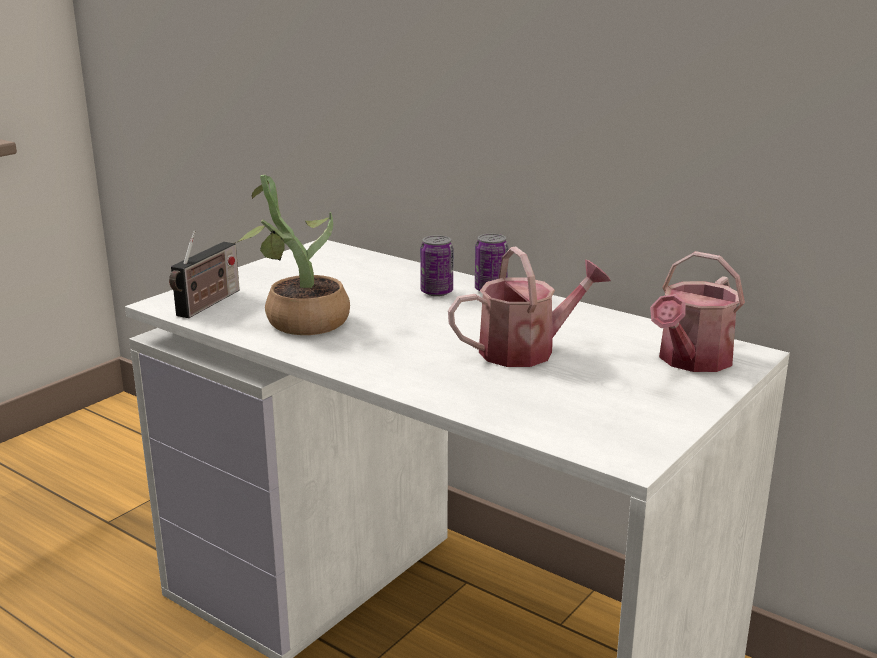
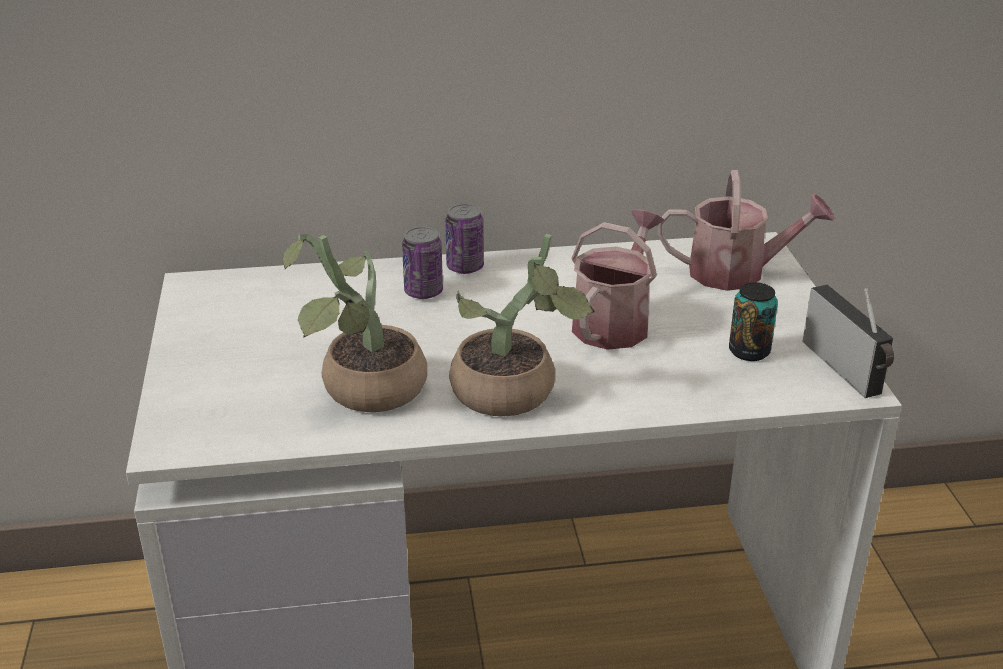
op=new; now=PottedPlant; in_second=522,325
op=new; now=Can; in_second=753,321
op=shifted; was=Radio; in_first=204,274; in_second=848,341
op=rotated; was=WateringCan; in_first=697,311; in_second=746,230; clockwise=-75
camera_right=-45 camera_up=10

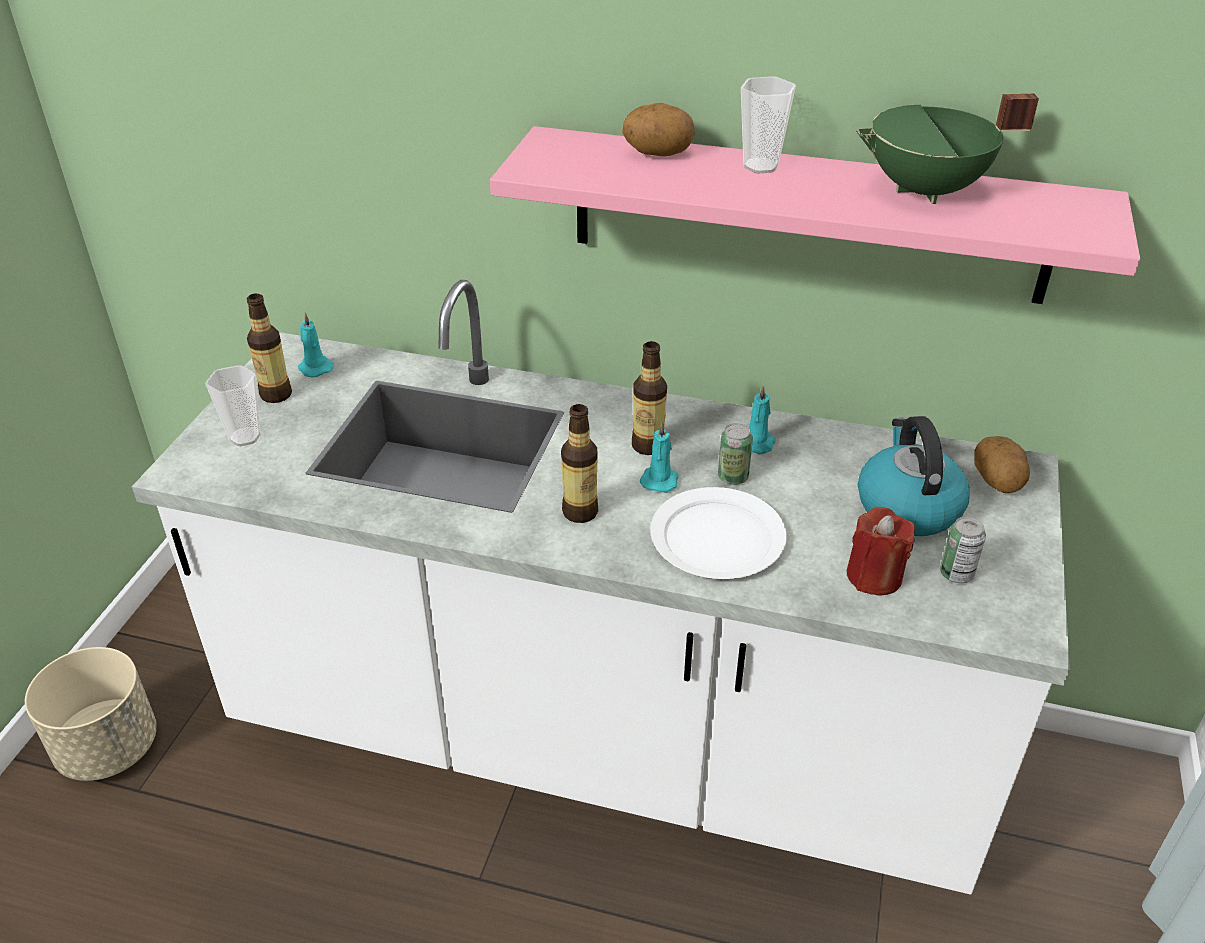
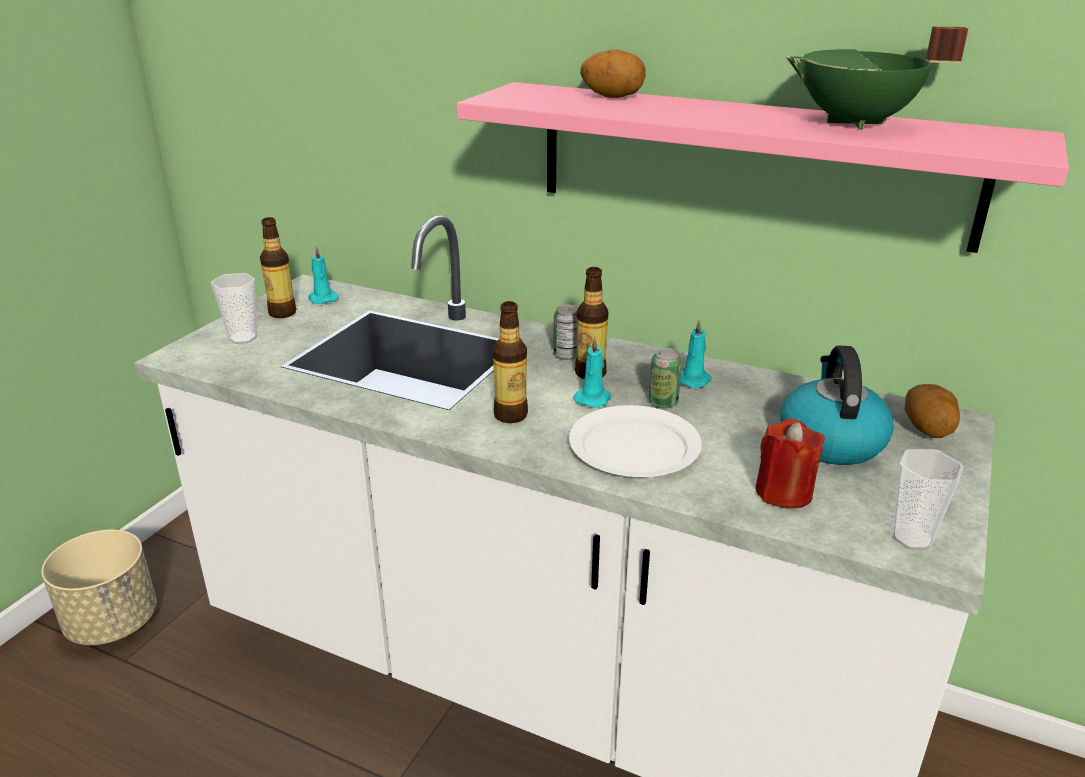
op=shifted; was=Cup; in_first=768,124; in_second=928,499
op=shifted; was=Can; in_first=963,550; in_second=565,332
camera_right=10 camera_up=-10

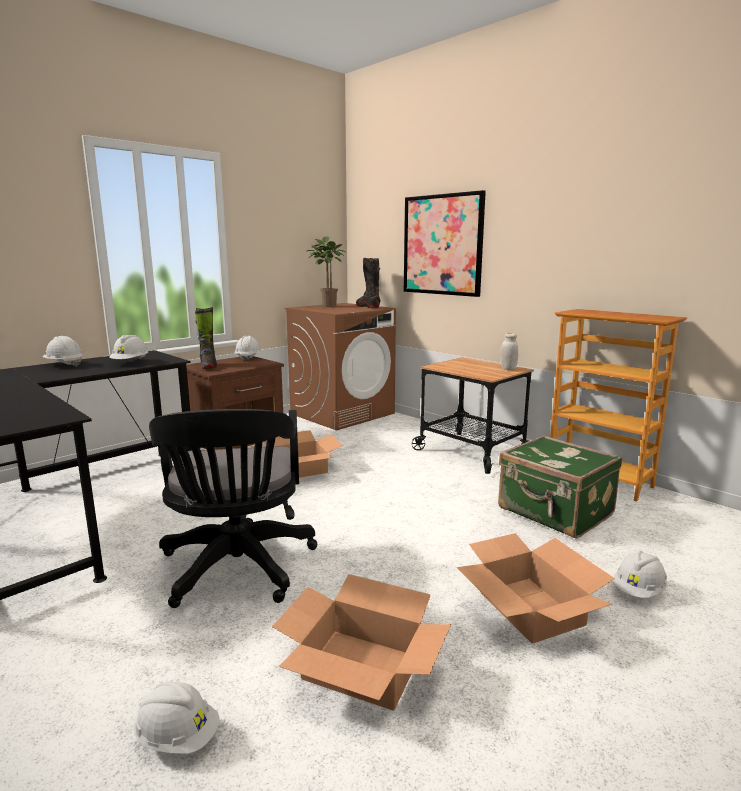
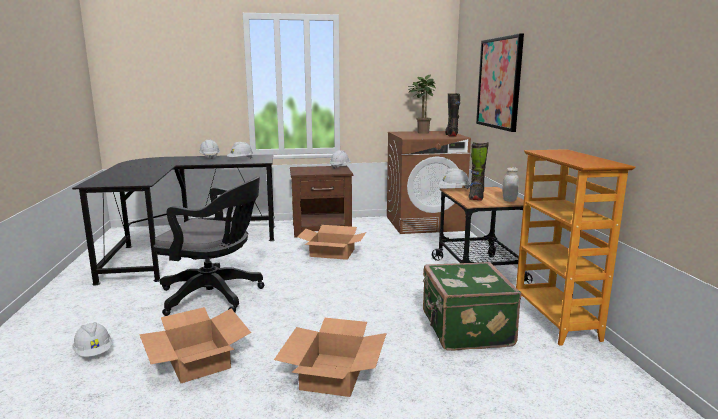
op=shifted; was=BlackBoot; in_first=206,338; in_second=479,171
op=shifted; was=WhiteHardHat; in_first=640,574; in_second=454,178
op=rotated; was=BlackOfficeChair; in_first=233,508; in_second=208,246; clockwise=-105
camera_right=35 camera_up=0

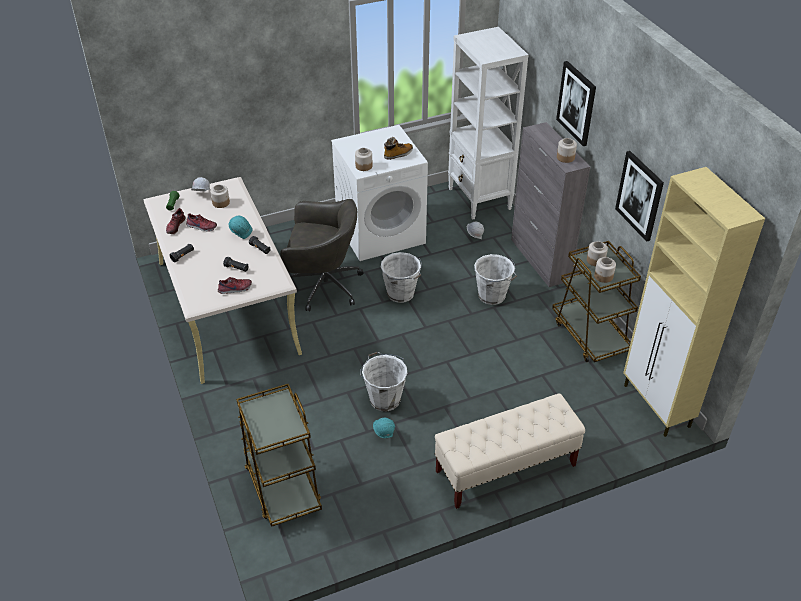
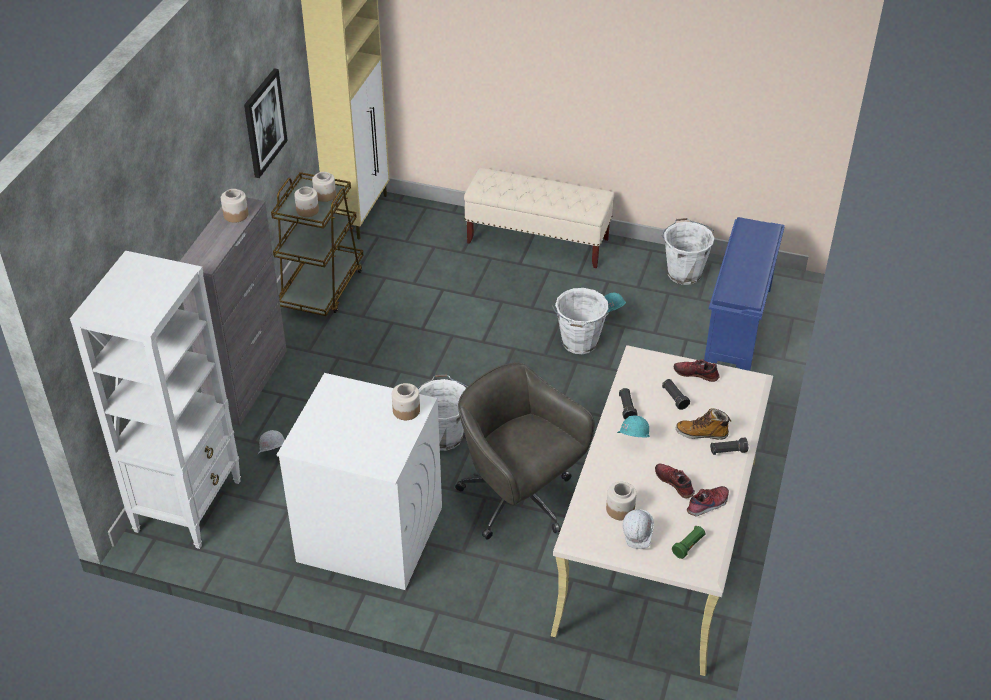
op=gone; was=Picture; in_first=576,103
op=shifted; was=Boot; in_first=398,148; in_second=704,424
op=shifted; was=WhiteBucket; in_first=495,279; in_second=687,251
op=swapped; was=BrownCart; now=BlueShoeRack; in_first=279,455; in_second=744,294
camera_right=-140 camera_up=0

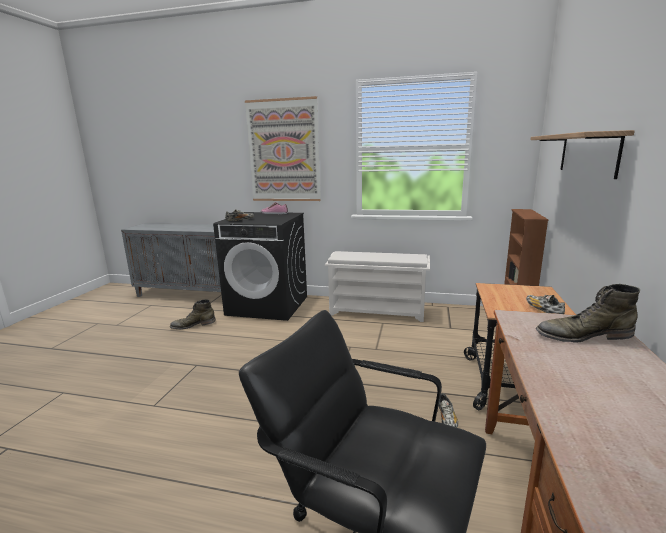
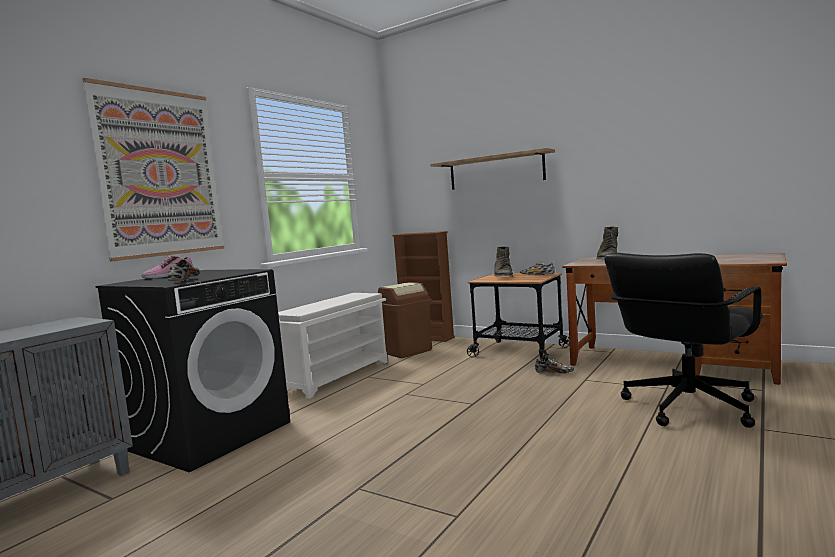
op=new; now=BrownTrashCan; in_second=405,320
op=shifted; was=GreenBoot; in_first=193,314; in_second=503,261
camera_right=-70 camera_up=-10

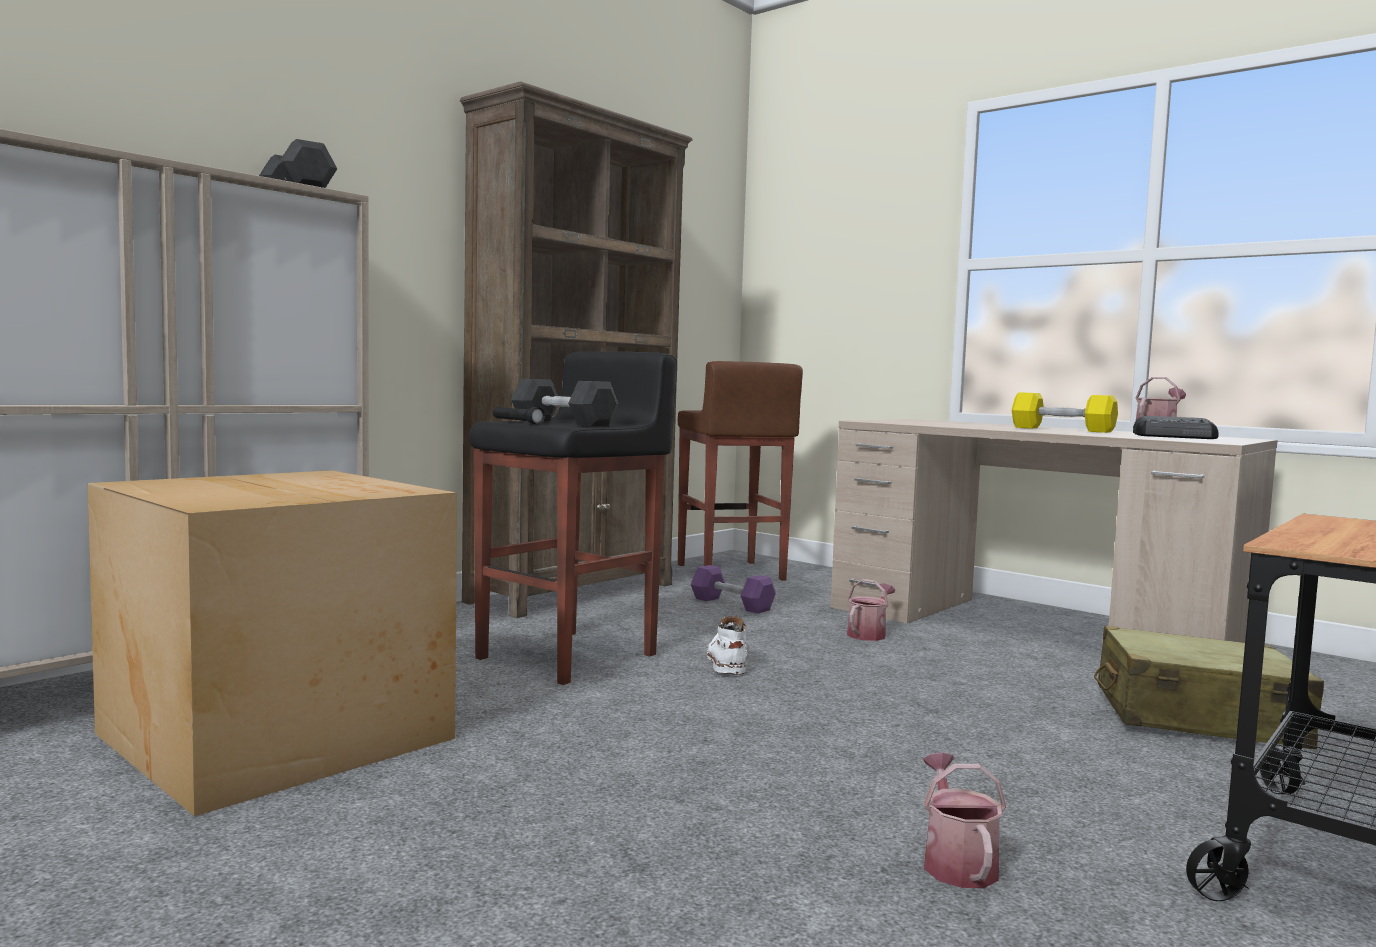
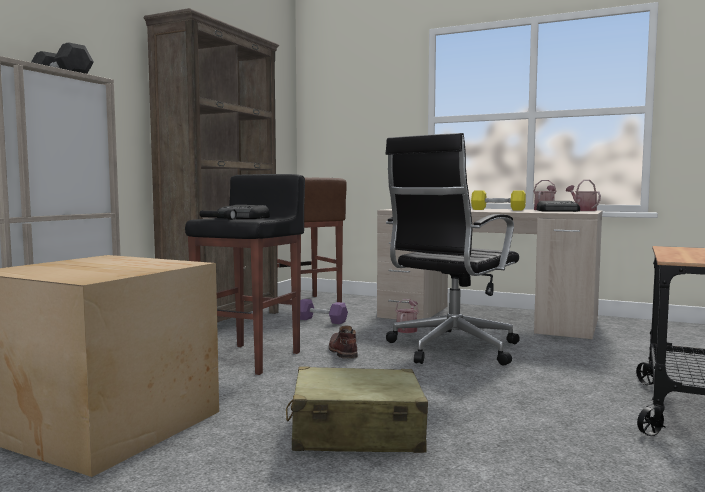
op=new; now=BlackOfficeChair; in_second=453,249
op=shifted; was=WateringCan; in_first=964,820; in_second=583,195
op=shifted; was=BeigeSuitcase; in_first=1209,687; in_second=357,409
op=swapped; was=BlackDumbbell; now=Radio; in_first=564,402; in_second=243,212
op=repainted; was=WhiteBoot; now=BrownBoot; in_first=727,645; in_second=343,342
camera_right=-15 camera_up=0

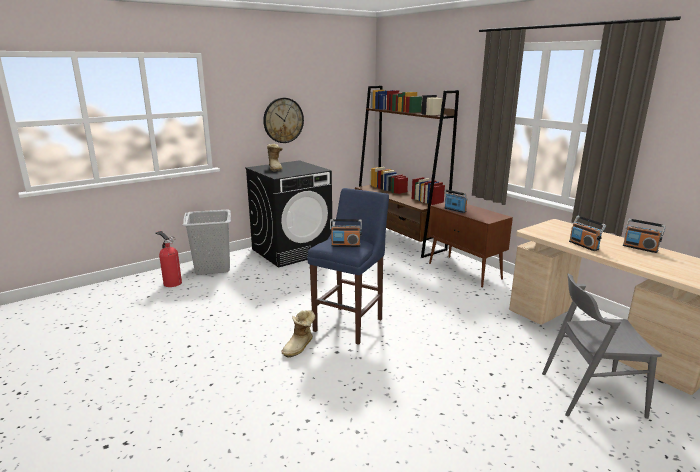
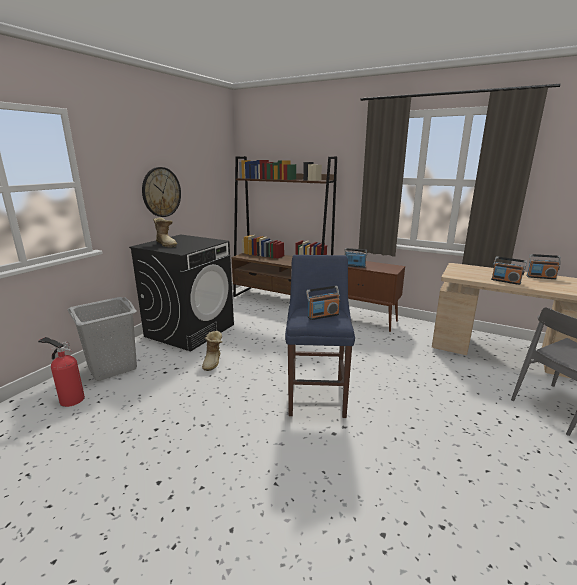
op=shifted; was=Boot; in_first=298,333; in_second=212,351
camera_right=-25 camera_up=0

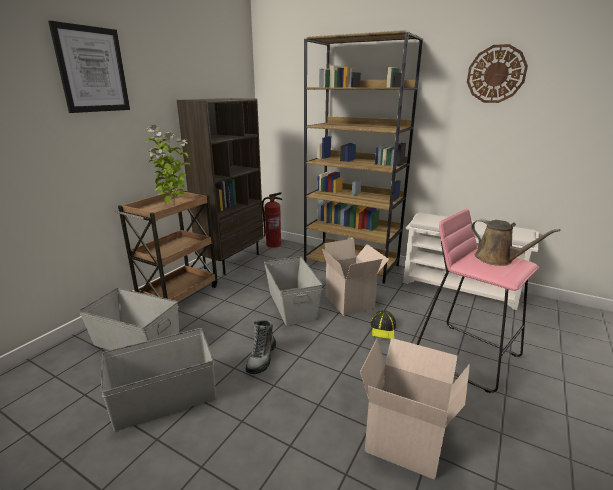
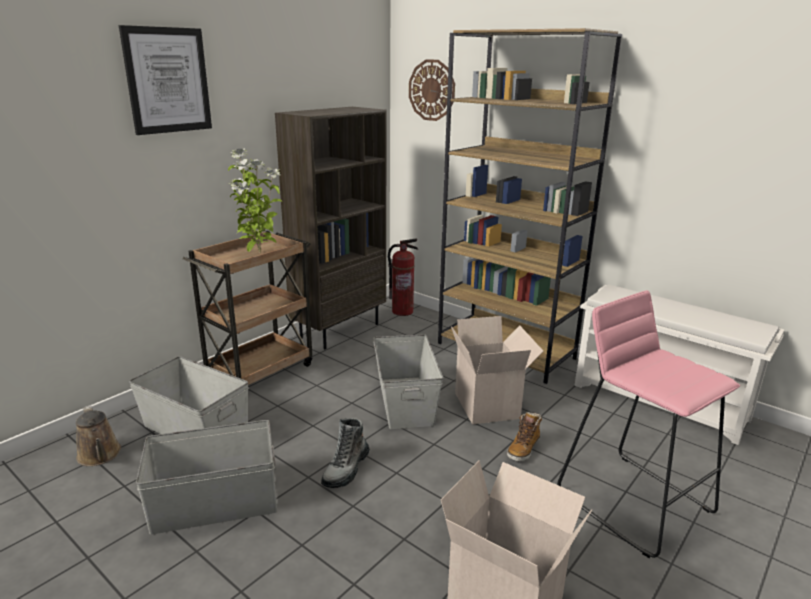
op=shifted; was=WallClock; in_first=497,73; in_second=432,90
op=shifted; was=BrownWateringCan; in_first=515,242; in_second=98,435
op=swapped; was=Cap; now=Boot; in_first=383,324; in_second=524,437
camera_right=10 camera_up=0

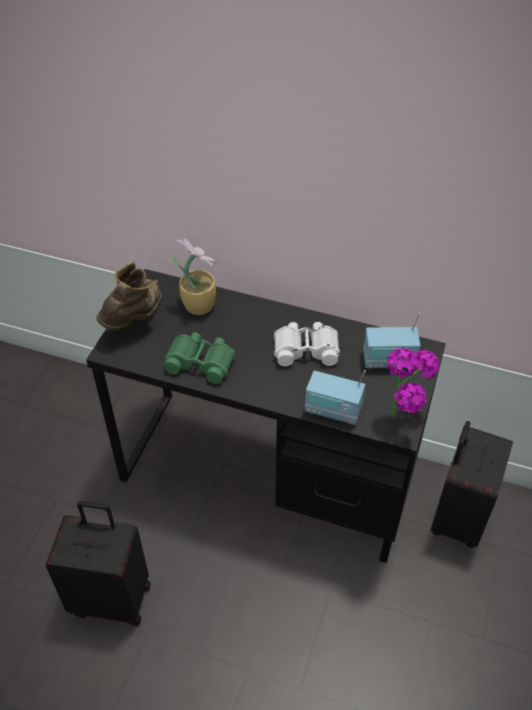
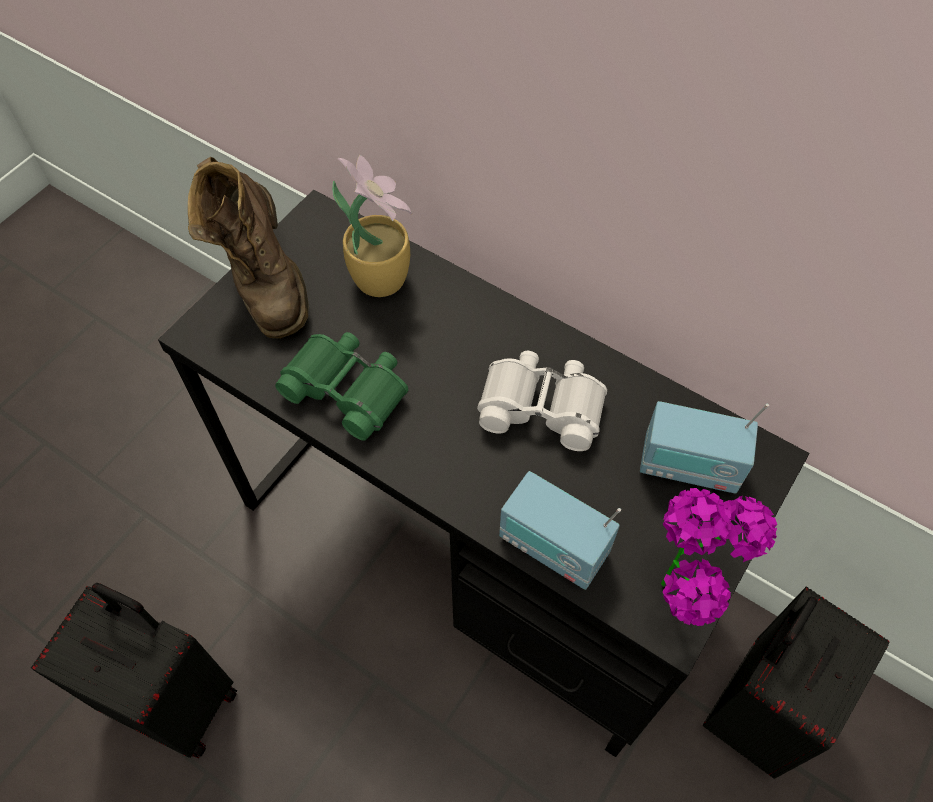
op=rotated; was=BrownBoot; in_first=128,296; in_second=248,248; clockwise=120
camera_right=15 camera_up=10

